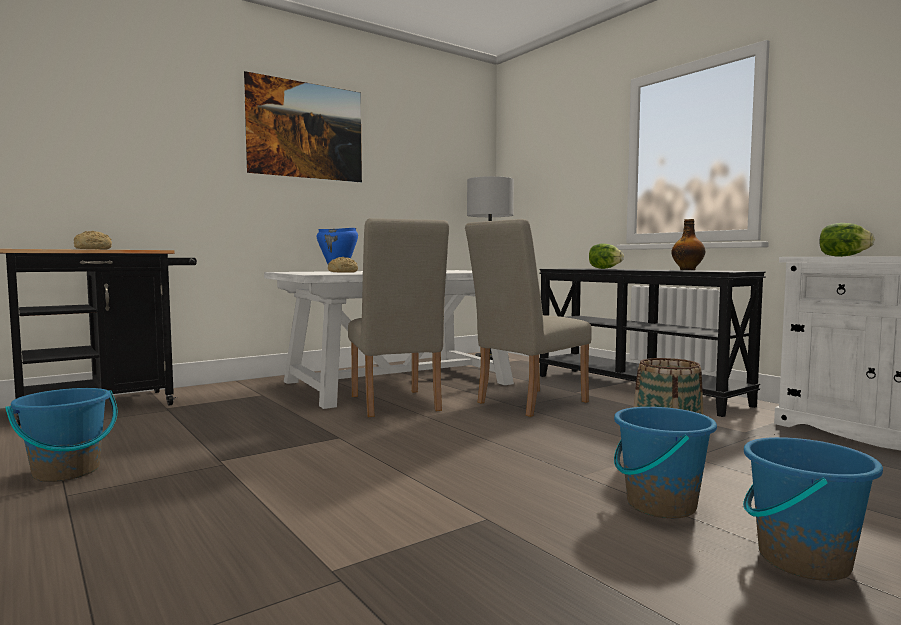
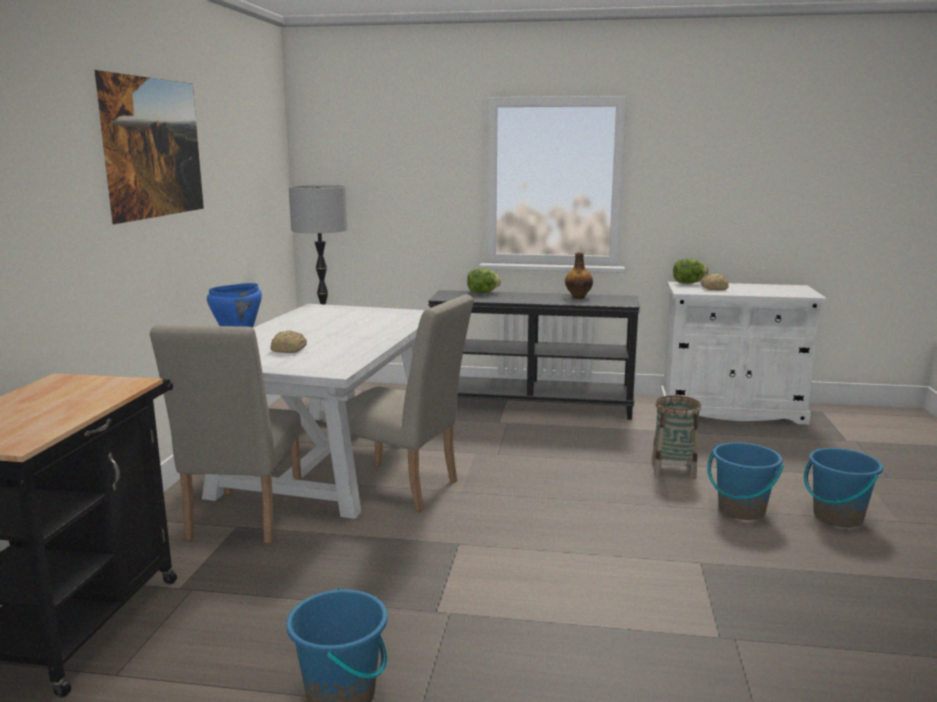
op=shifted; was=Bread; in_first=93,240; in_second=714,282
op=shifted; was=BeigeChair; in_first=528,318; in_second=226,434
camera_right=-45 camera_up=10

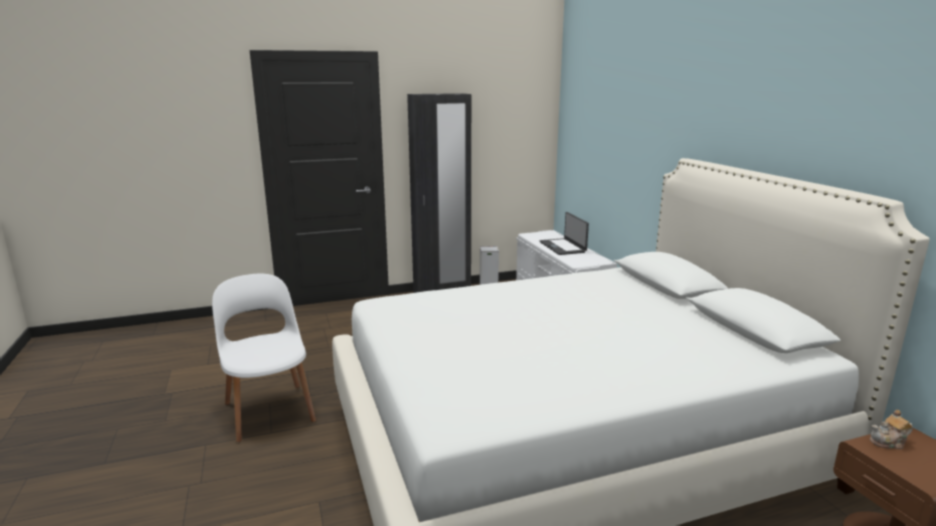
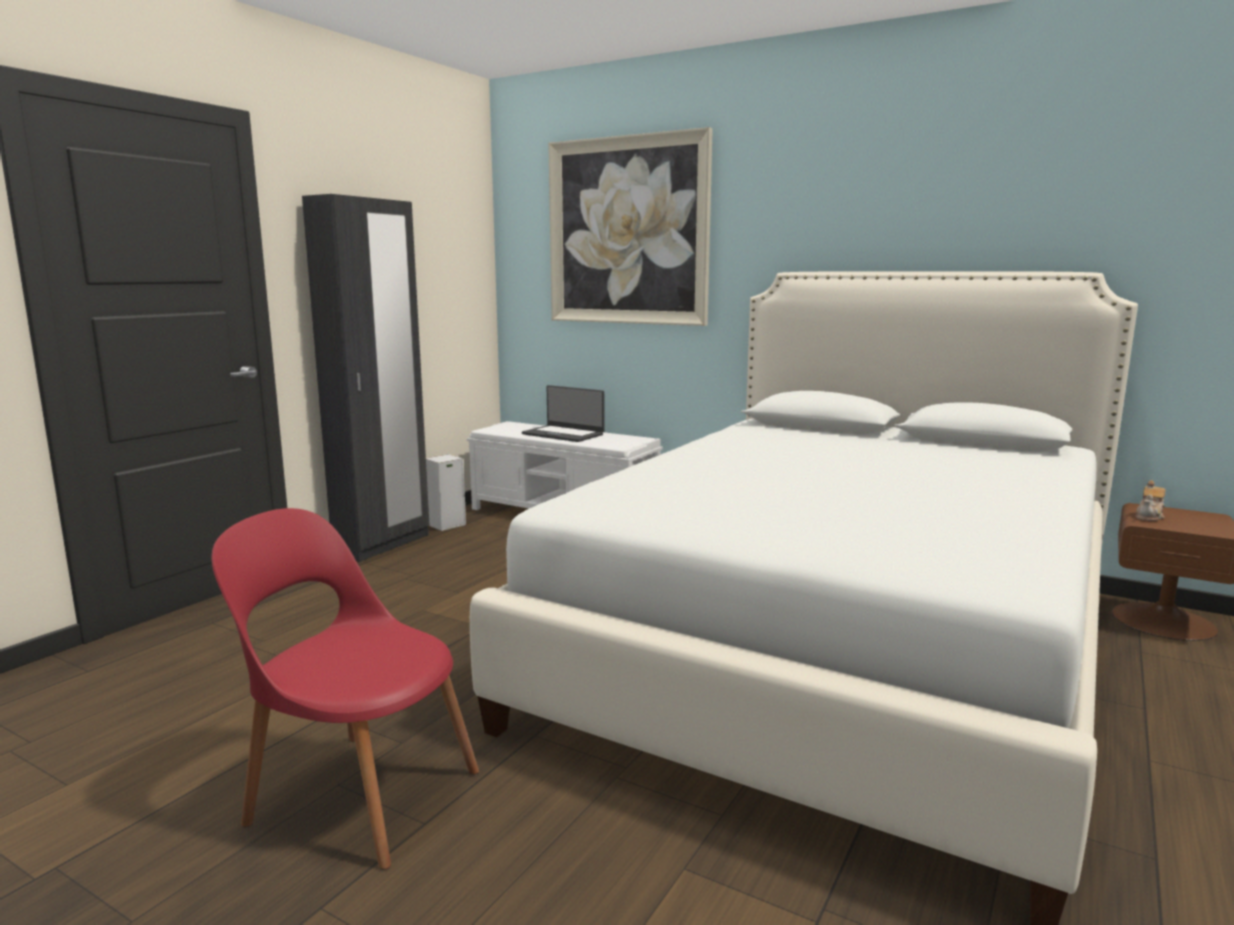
op=new; now=Picture; in_second=630,226
op=repainted; was=WhiteChair; now=RedChair; in_first=264,358; in_second=345,688
camera_right=-40 camera_up=-5

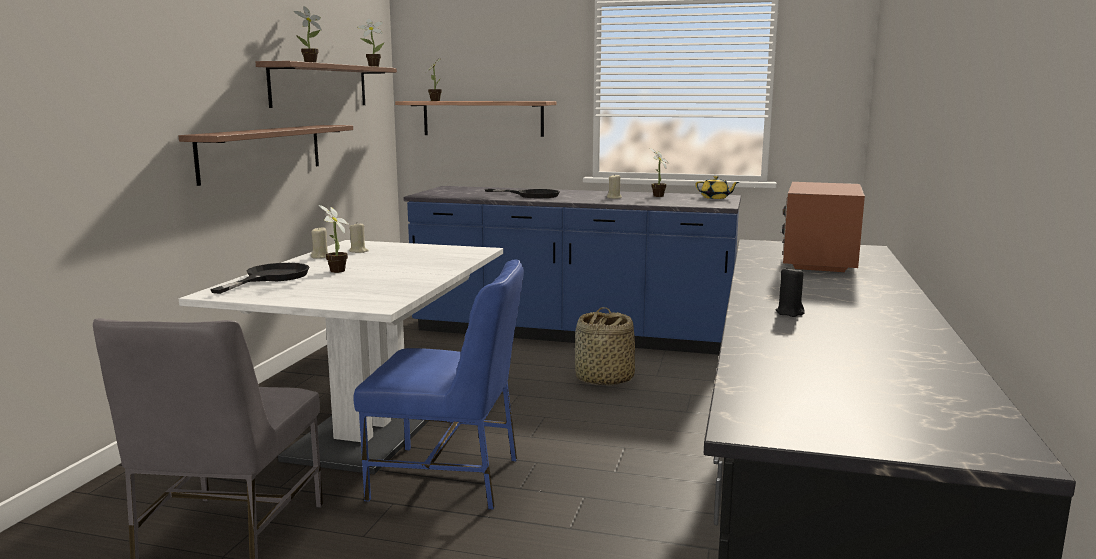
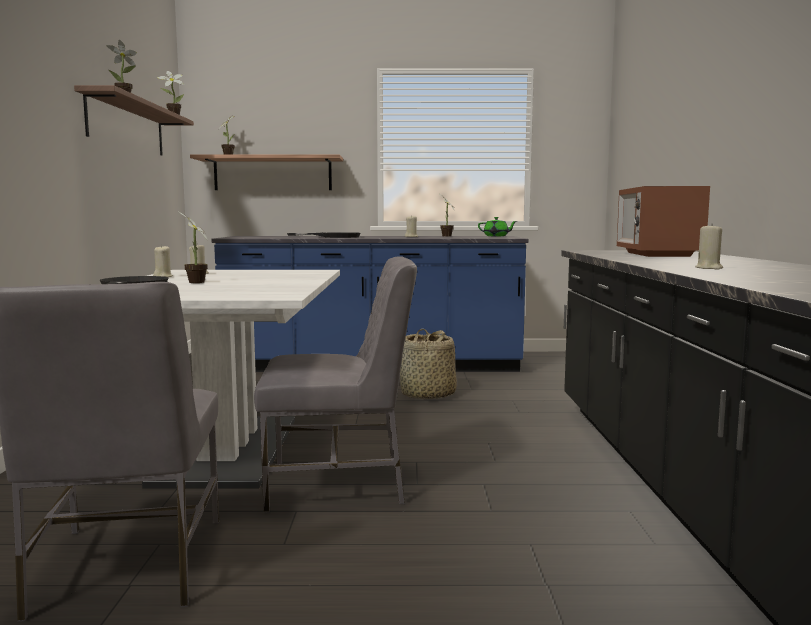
op=gone; was=Shelf; in_first=266,155
op=repainted; was=BlueChair; now=GreyChair; in_first=438,384; in_second=335,384
op=repainted; was=YellowTeapot; now=GreenTeapot; in_first=717,187; in_second=497,226
op=repainted; was=BlackCandle; now=BeigeCandle; in_first=790,291; in_second=709,246
camera_right=-15 camera_up=-5

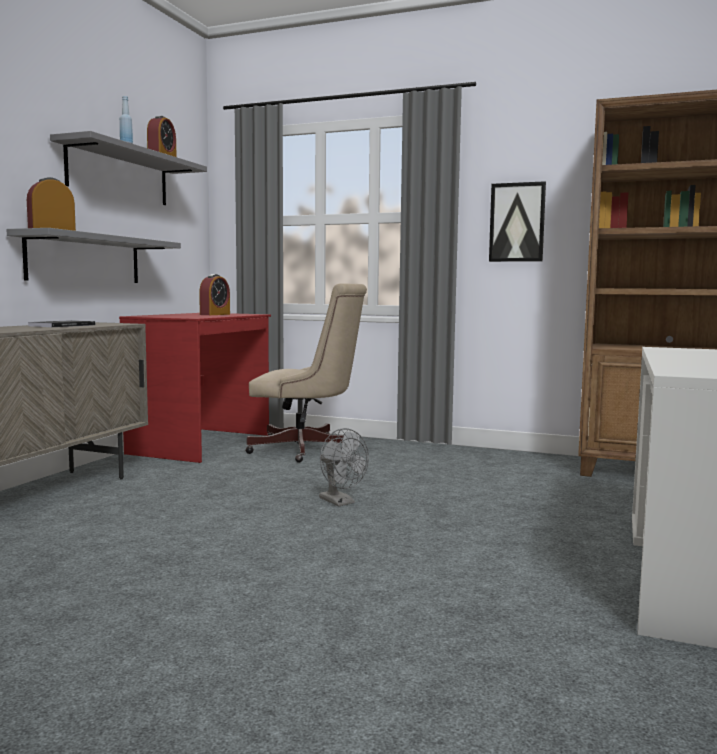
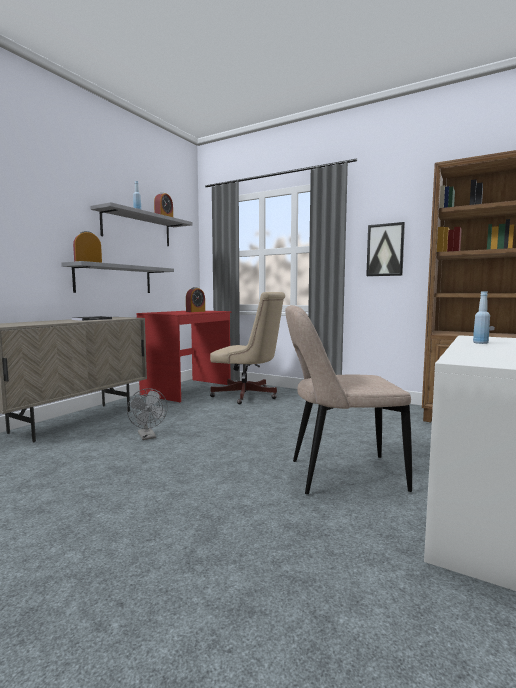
op=new; now=BeigeChair; in_second=348,399
op=new; now=BlueBottle; in_second=481,317
op=shifted; was=GreyFan; in_first=344,467; in_second=147,414
camera_right=10 camera_up=0

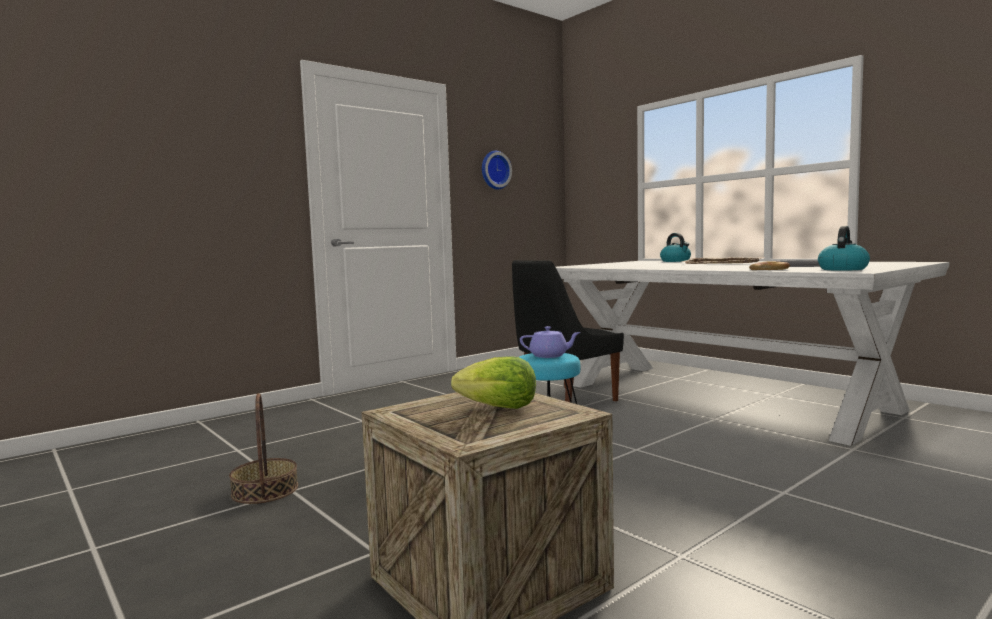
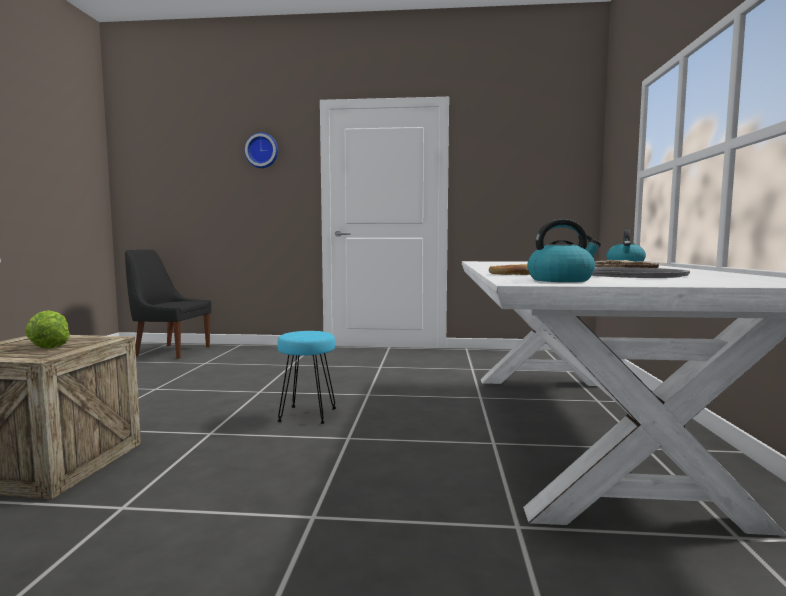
op=gone; was=Basket; in_first=263,448
op=gone; was=PurpleTeapot; in_first=550,342
op=shifted; was=WallClock; in_first=497,170; in_second=261,150
op=shifted; was=BlackChair; in_first=568,331; in_second=168,304
camera_right=45 camera_up=0

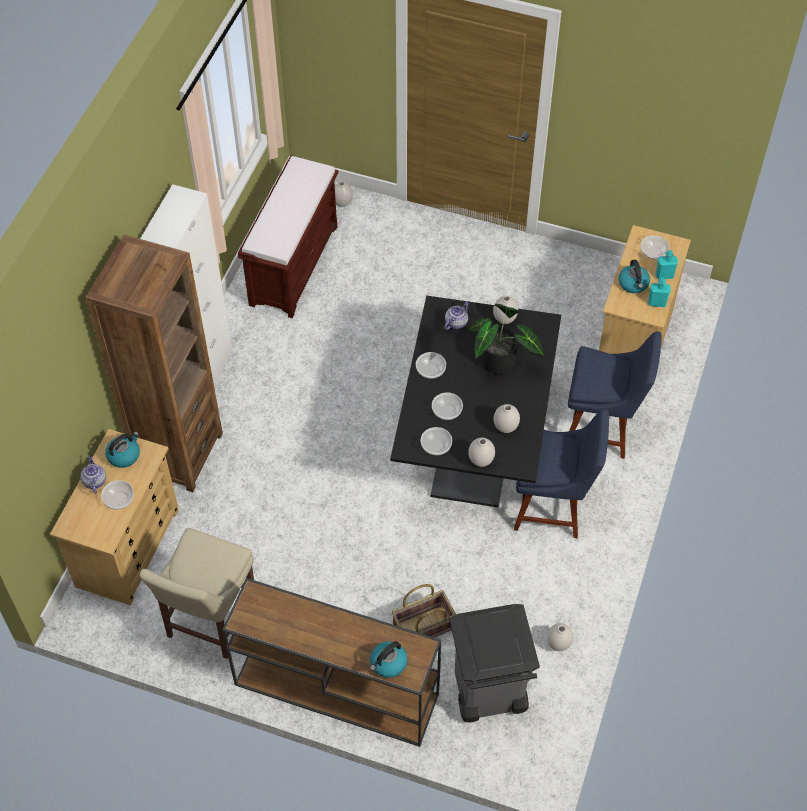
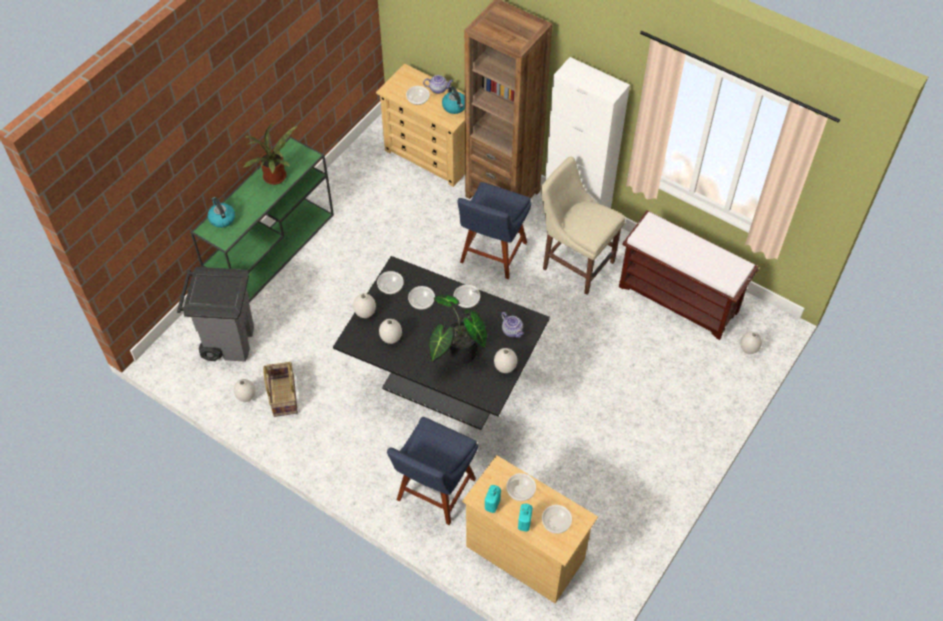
op=new; now=PottedPlant; in_second=270,153
op=shifted; was=BeigeChair; in_first=196,593; in_second=583,225
op=shifted; was=Basket; in_first=424,611; in_second=280,389
op=shifted; was=BlueChair; in_first=561,473; in_second=494,230
op=swapped; was=Kettle; now=Bowl; in_first=634,276; in_second=521,487
op=repainted; was=BrownConsoleTable; now=GreenConsoleTable; in_first=331,662; in_second=262,219
camera_right=105 camera_up=0

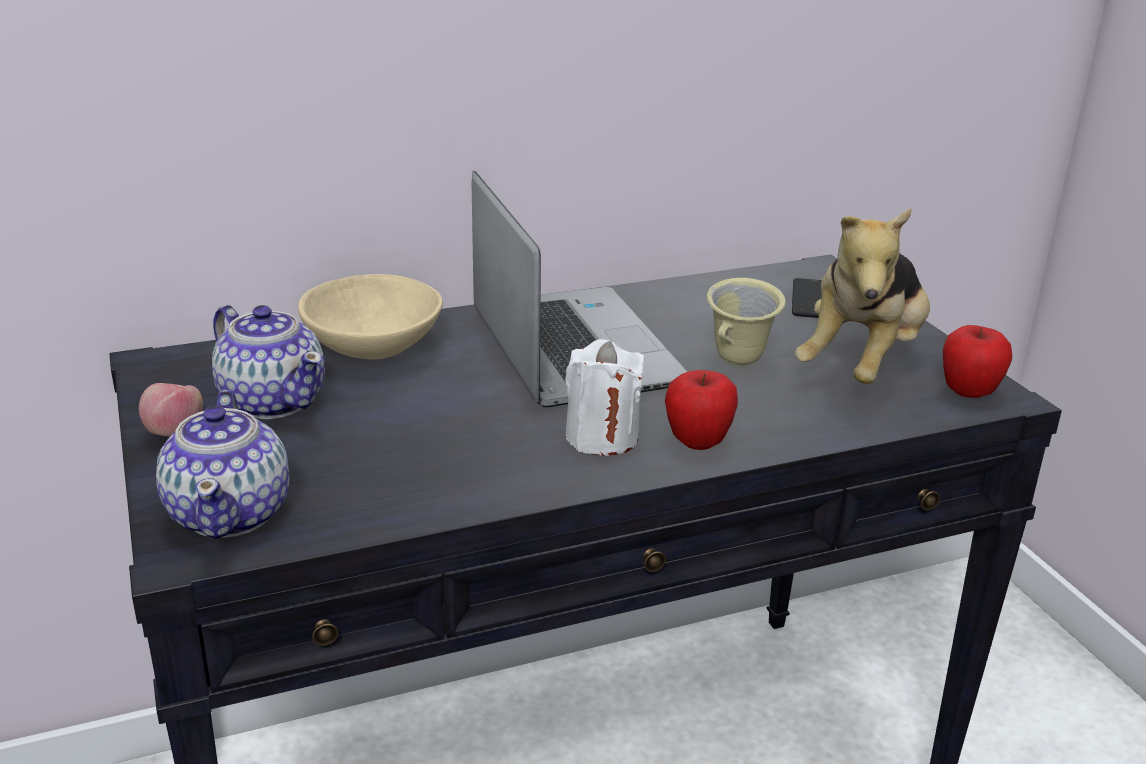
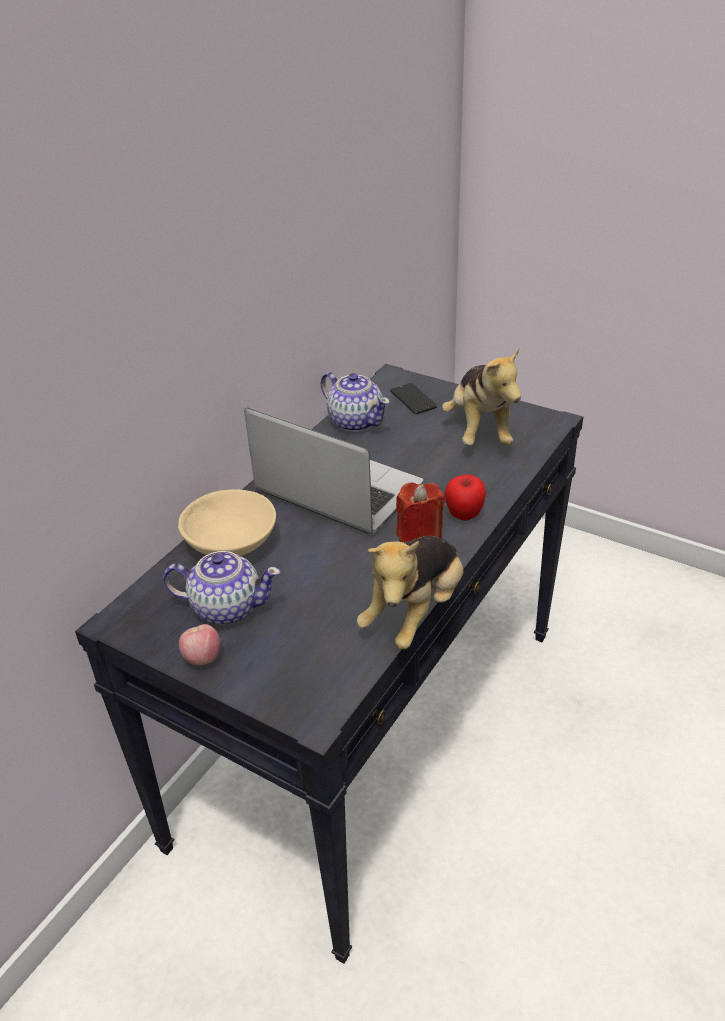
op=gone; was=BeigeMug; in_first=746,322
op=gone; was=Apple; in_first=977,361
op=new; now=PlushToy; in_second=410,592
op=shifted; was=Teapot; in_first=222,464; in_second=355,402
op=repainted; was=WhiteCandle; now=RedCandle; in_first=604,397; in_second=420,512
camera_right=-35 camera_up=10

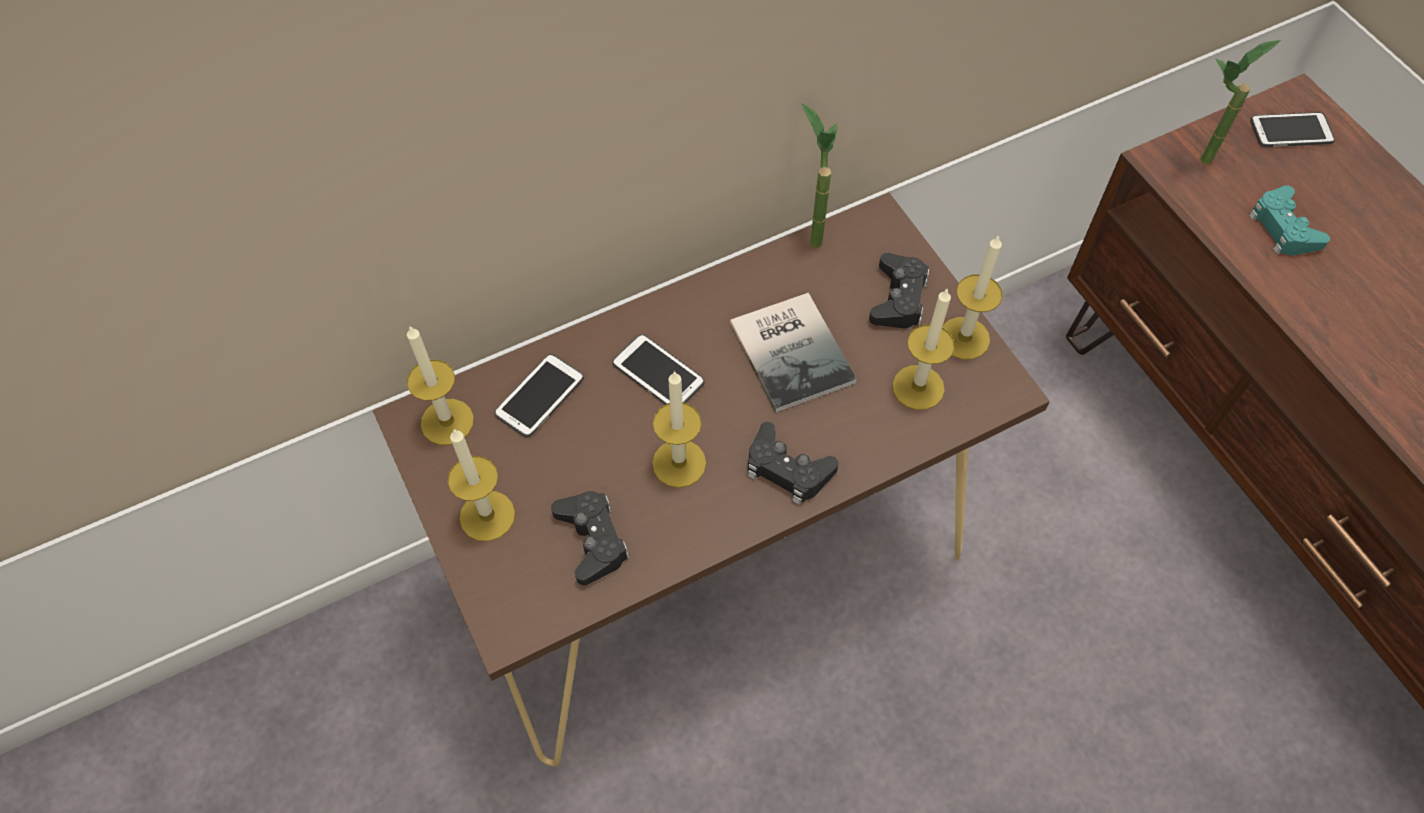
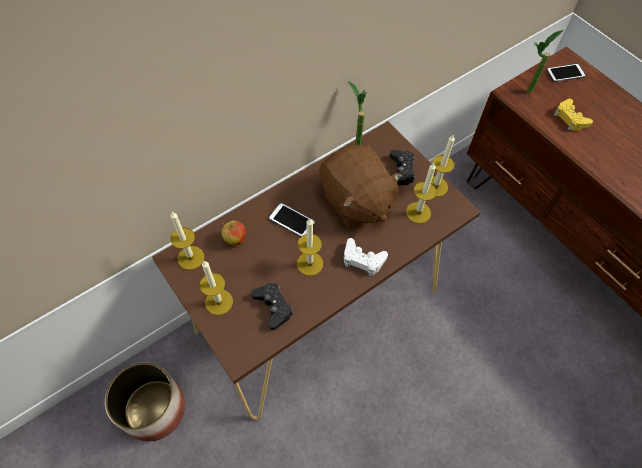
op=new; now=Planter; in_second=145,402
op=swapped; was=Phone; now=Apple; in_first=539,396; in_second=234,233
op=swapped; was=Book; now=BrownPlushToy; in_first=793,352; in_second=361,186
op=repainted; was=BlackGameController; now=WhiteGameController; in_first=793,463; in_second=366,257
op=repainted; was=TurquoiseGameController; now=YellowGameController; in_first=1289,220; in_second=573,115
camera_right=-10 camera_up=0

